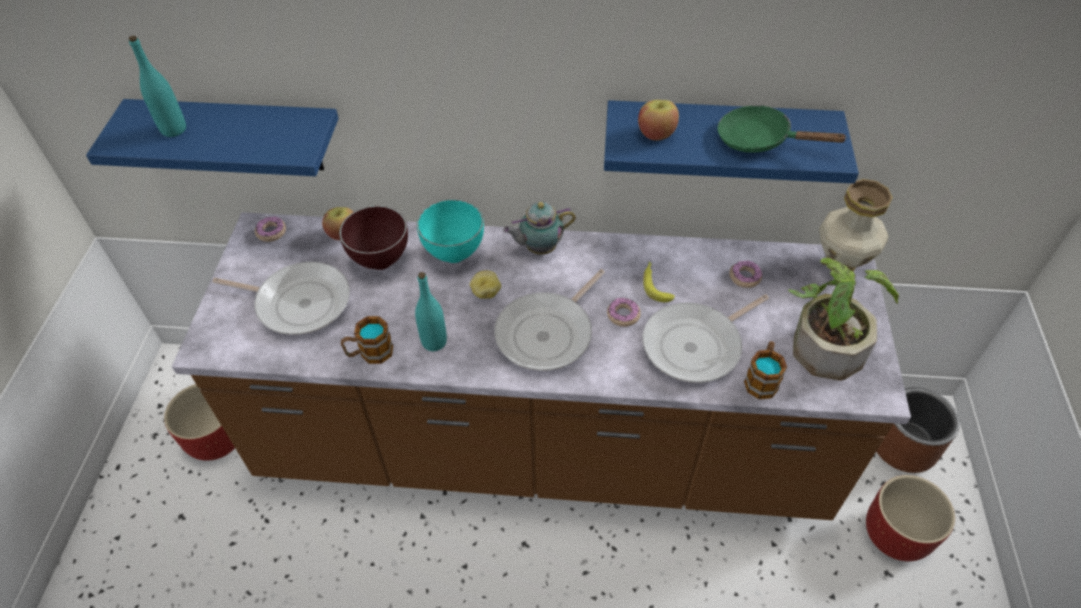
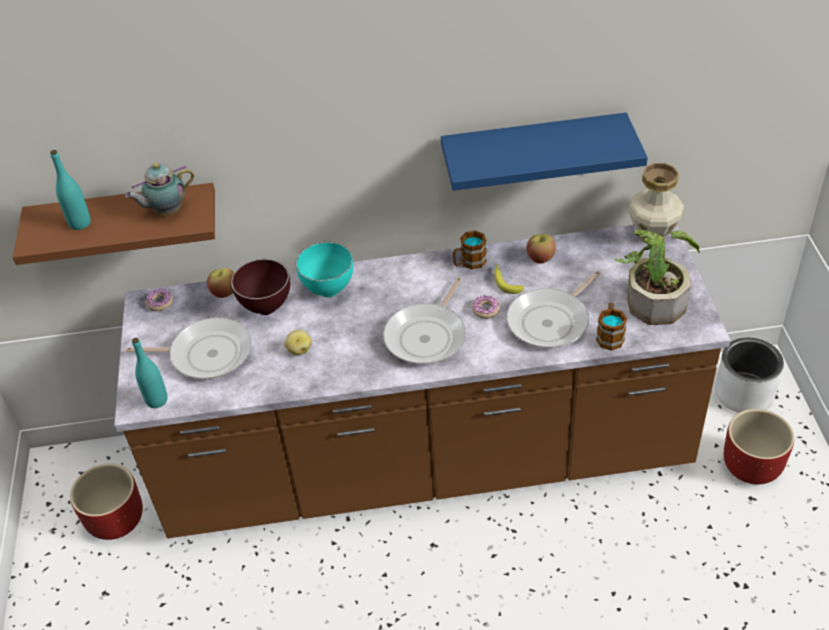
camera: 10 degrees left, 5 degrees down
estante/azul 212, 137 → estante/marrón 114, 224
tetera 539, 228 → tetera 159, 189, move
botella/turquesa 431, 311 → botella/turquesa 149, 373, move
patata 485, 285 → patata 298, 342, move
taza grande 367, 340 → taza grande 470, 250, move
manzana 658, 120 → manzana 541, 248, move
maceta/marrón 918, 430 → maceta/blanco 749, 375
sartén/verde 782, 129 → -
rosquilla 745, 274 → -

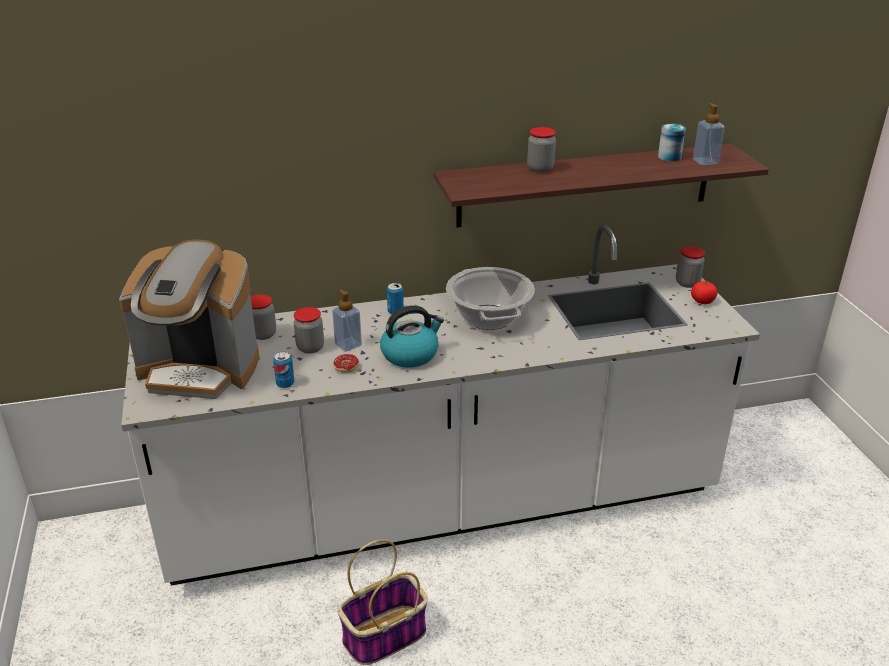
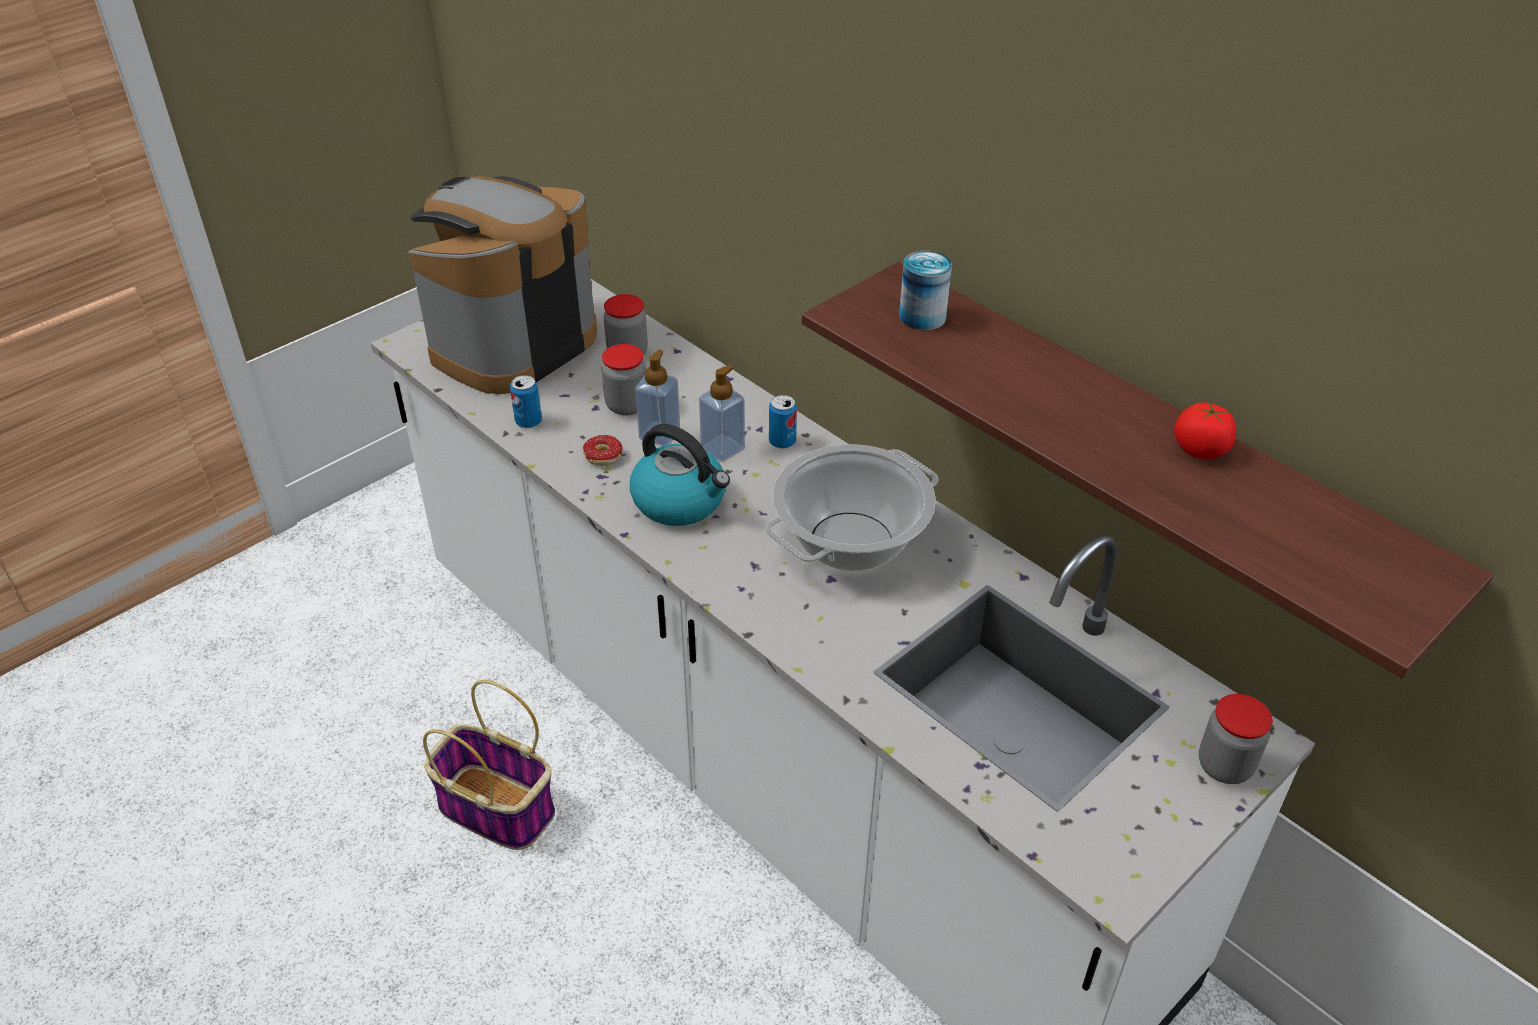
camera: 60 degrees right, 10 degrees up
cafetera 189, 319 → cafetera 502, 285, 60 degrees clockwise
dispensador de jabón 709, 134 → dispensador de jabón 722, 413, move
lata 672, 142 → lata 925, 290, move
tomate 704, 292 → tomate 1205, 431, move
tarro 541, 150 → -

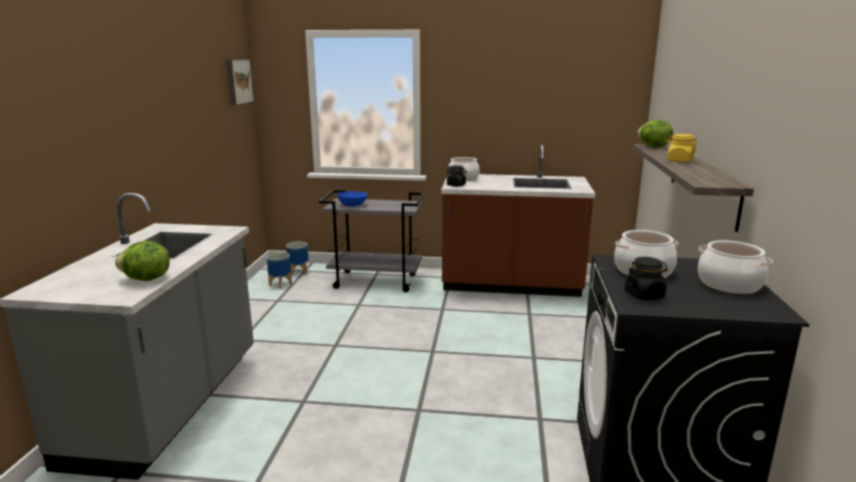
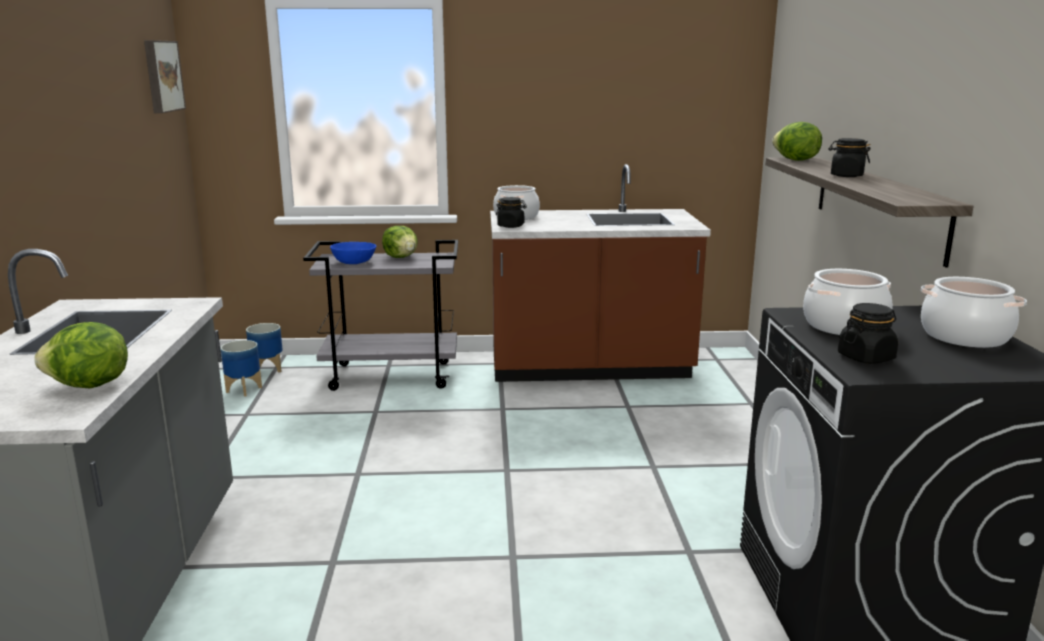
camera: 10 degrees left, 0 degrees up
- → lechuga 400, 242
tarro/amarillo 681, 148 → tarro/negro 850, 157

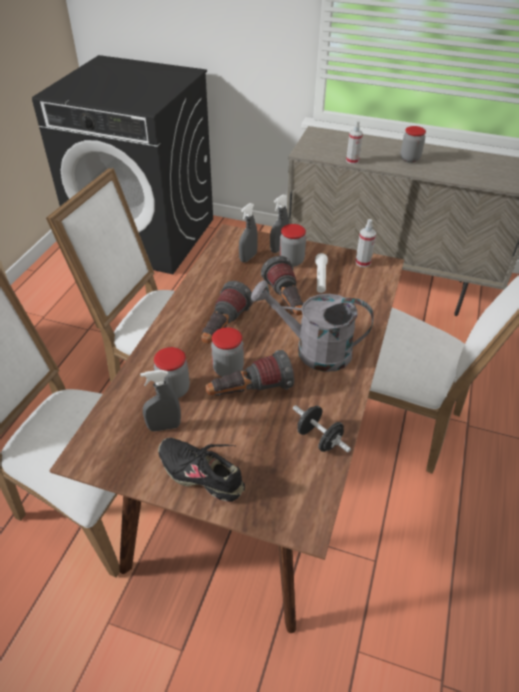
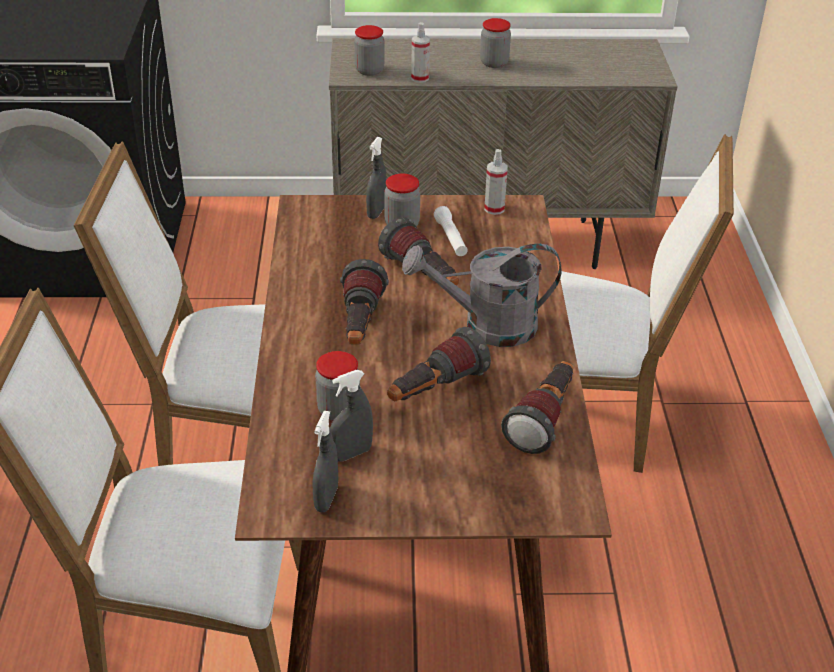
camera: 20 degrees left, 5 degrees down
pulverizador/gris 248, 233 → pulverizador/gris 325, 461, move
tarro 227, 352 → tarro 369, 50, move
mancuerna/negro 322, 428 → linterna 537, 407
zapato/negro 201, 470 → -

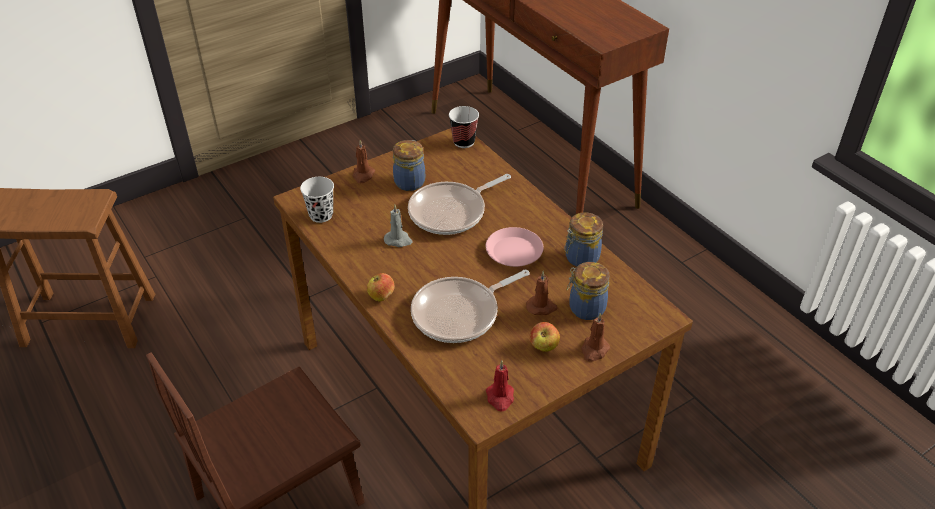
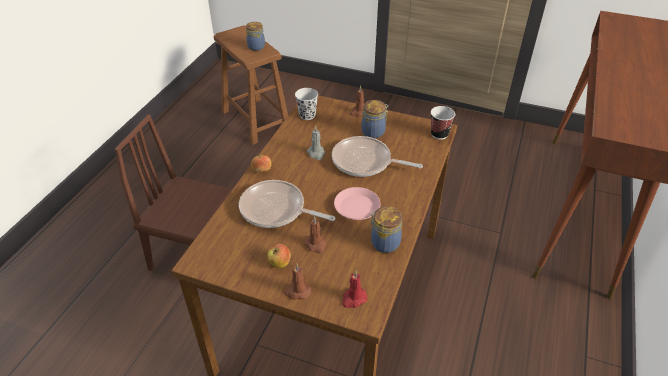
camera: 55 degrees right, 0 degrees up
tarro 588, 291 → tarro 255, 36, move
vela/rojo 500, 386 → vela/rojo 354, 289, move

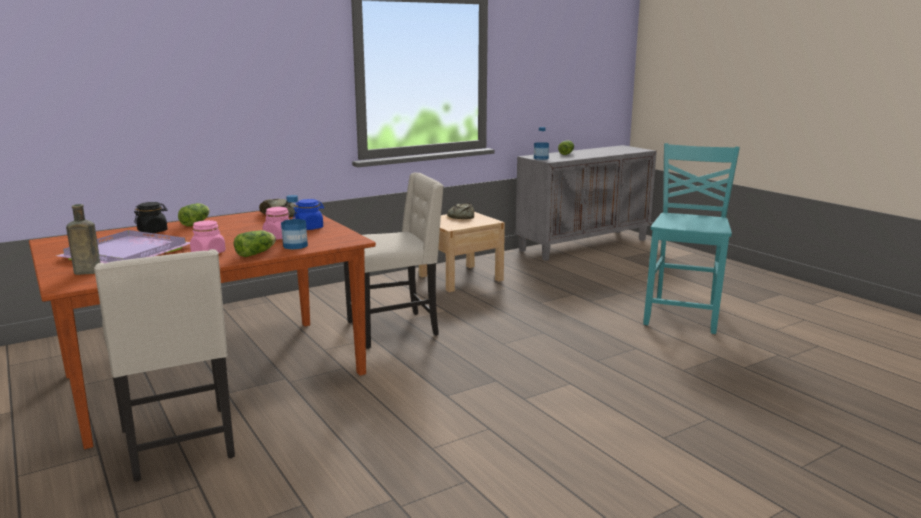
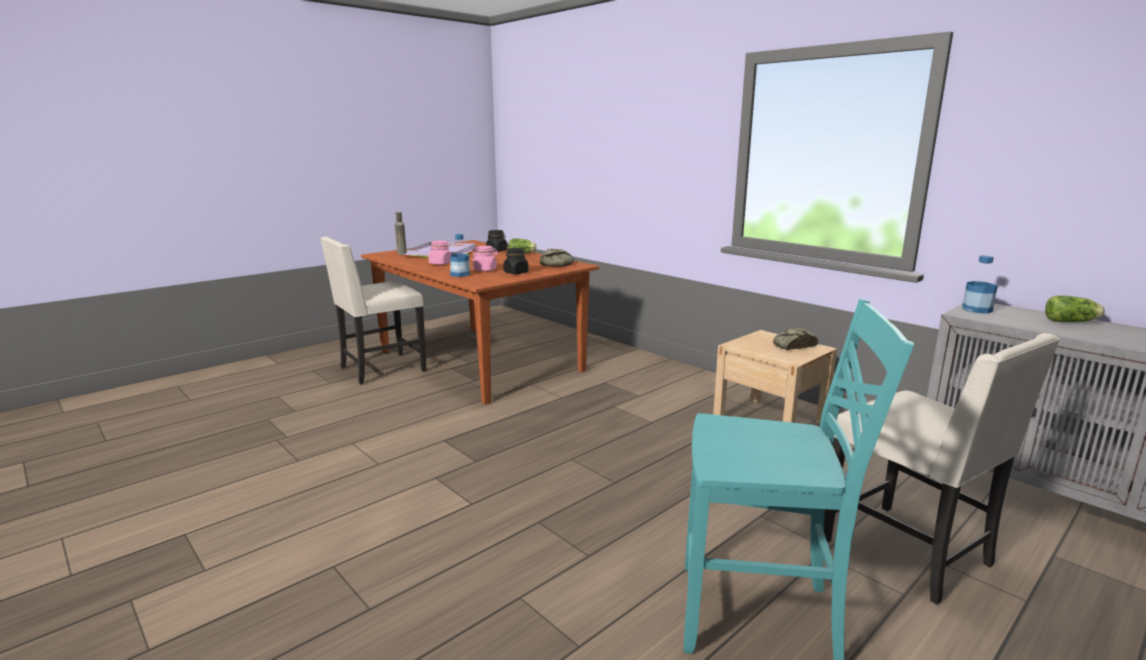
camera: 80 degrees right, 0 degrees up
tarro/azul 308, 214 → tarro/negro 516, 261
silla/beis 394, 260 → silla/beis 942, 469, move
lechuga 255, 243 → -

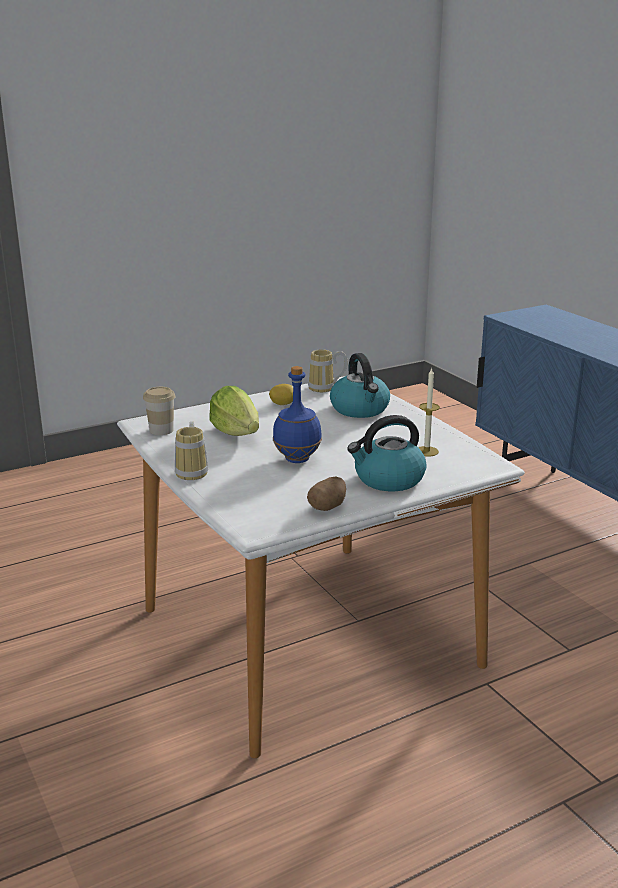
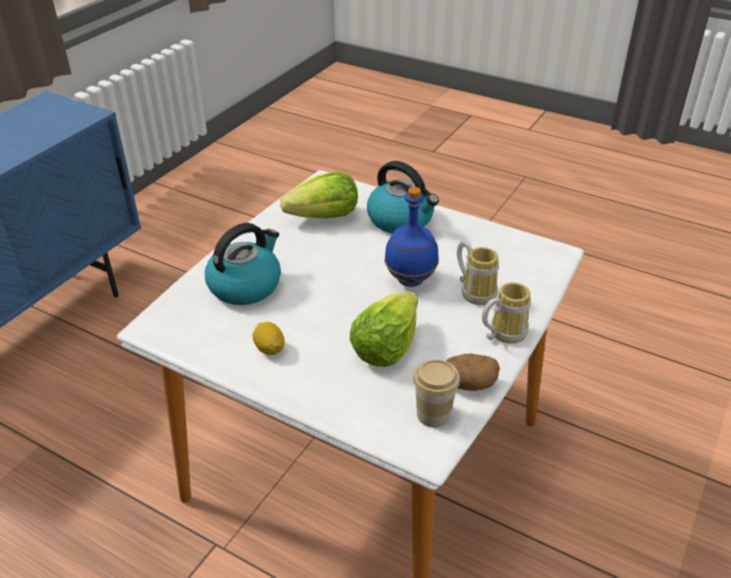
camera: 120 degrees left, 15 degrees up
vela 429, 411 → lechuga 319, 195
patata 326, 494 → patata 473, 372, move
taza grande 328, 370 → taza grande 478, 273, move

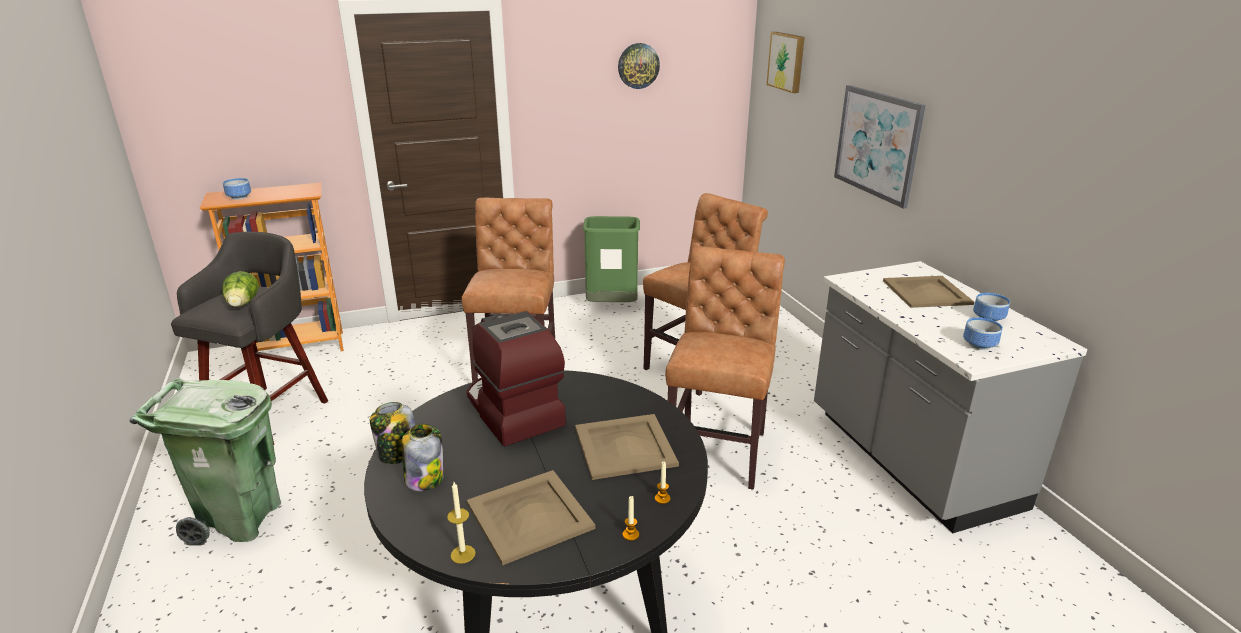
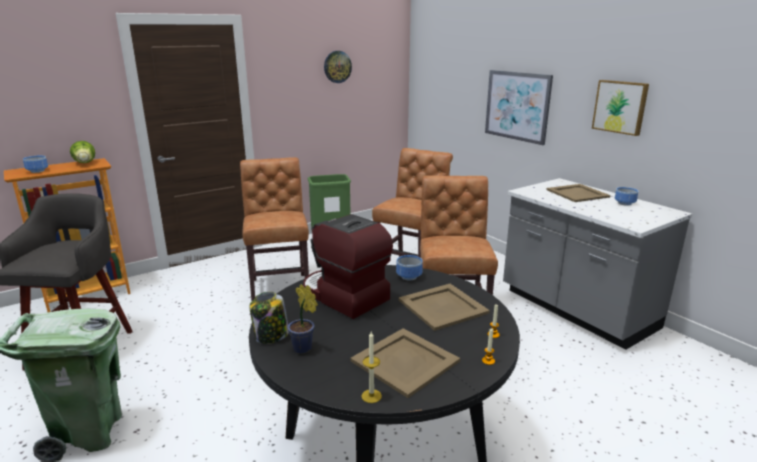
camera: 15 degrees left, 5 degrees down
lechuga 240, 289 → lechuga 82, 152, move
tarro 423, 457 → planta en maceta 303, 319
cuenco 983, 333 → cuenco 409, 267, move
cuadro 786, 62 → cuadro 620, 108, move

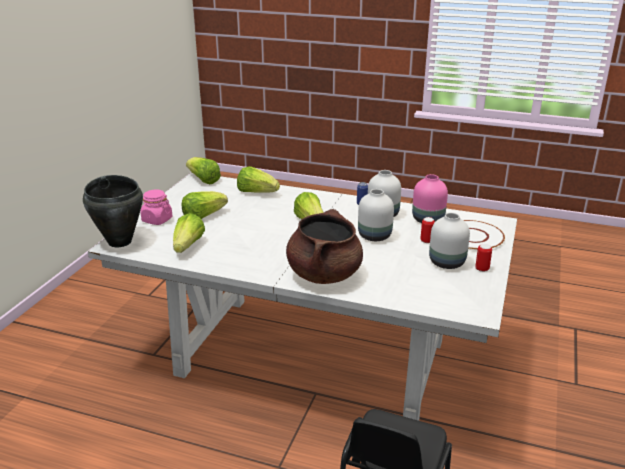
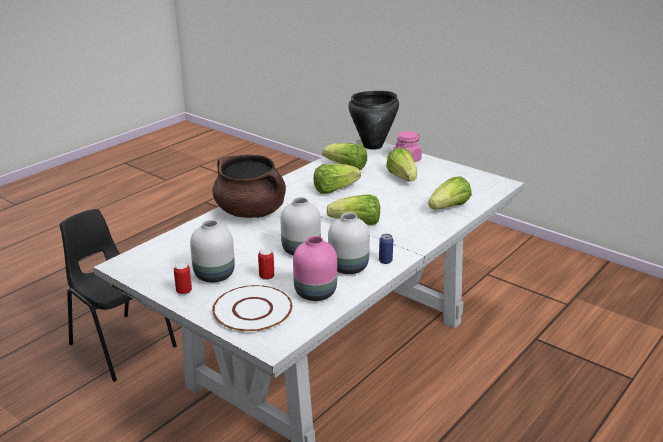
camera: 110 degrees right, 0 degrees up
lechuga 203, 170 → lechuga 337, 179, move

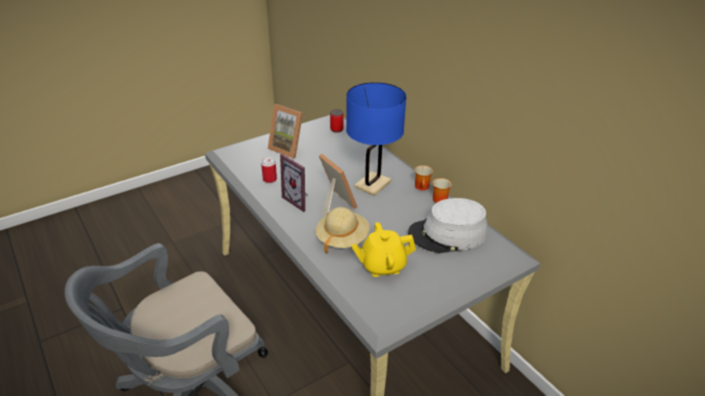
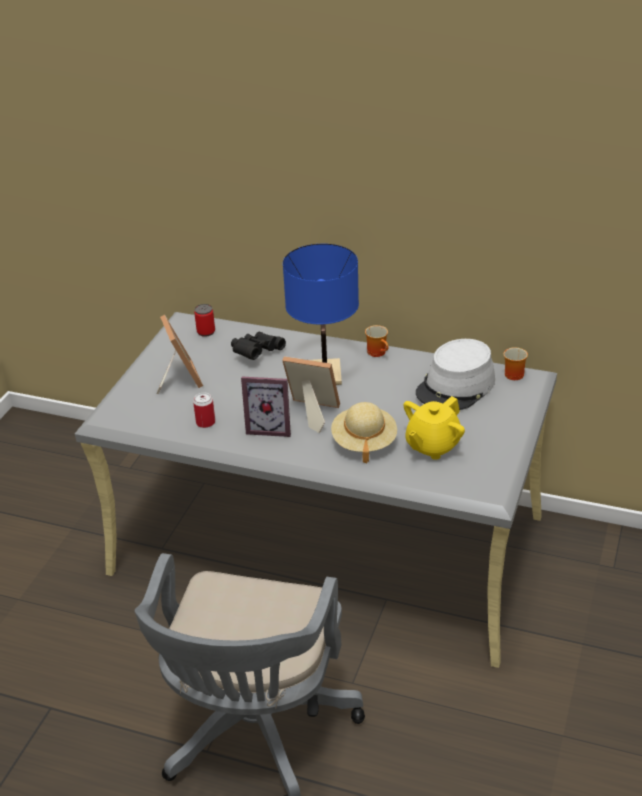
camera: 35 degrees left, 0 degrees up
portarretratos 285, 131 → portarretratos 179, 354, 105 degrees counterclockwise
- → prismáticos/negro 258, 346
taza grande 442, 190 → taza grande 516, 364, move

